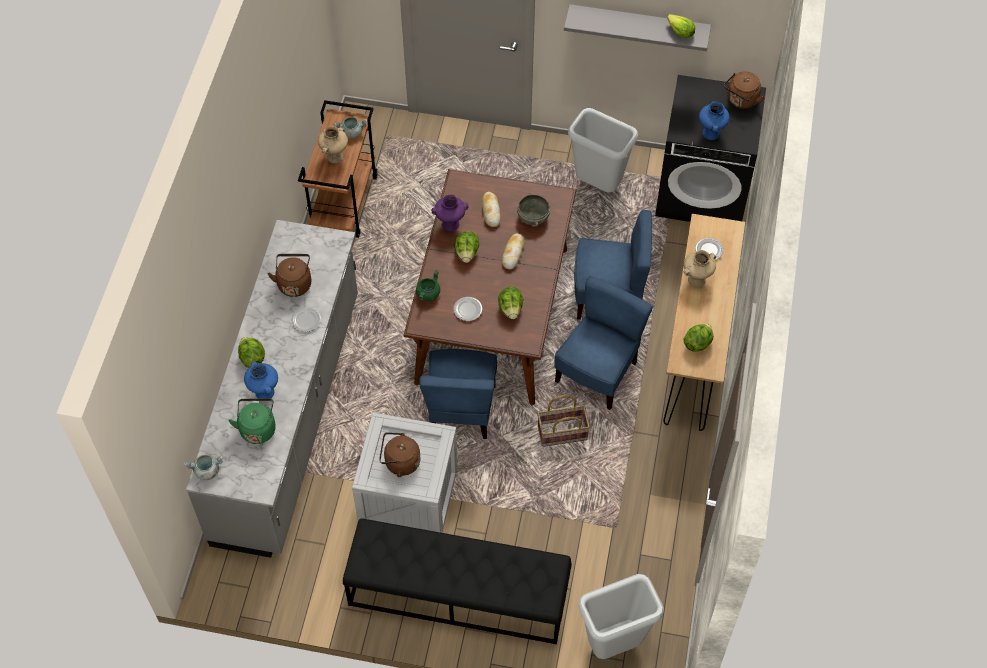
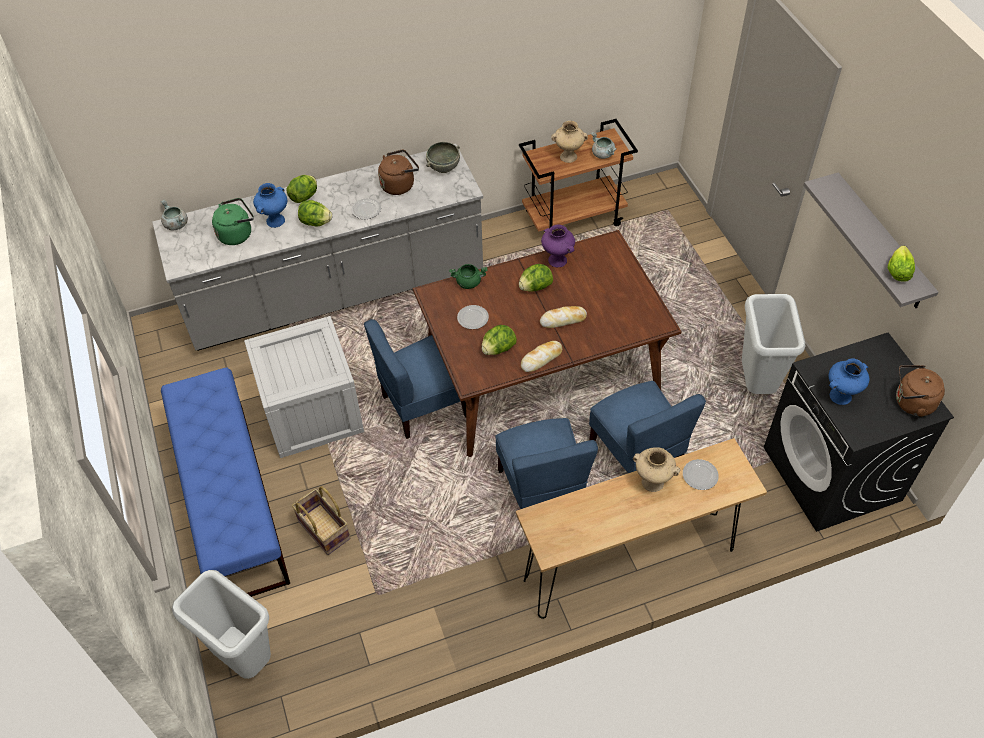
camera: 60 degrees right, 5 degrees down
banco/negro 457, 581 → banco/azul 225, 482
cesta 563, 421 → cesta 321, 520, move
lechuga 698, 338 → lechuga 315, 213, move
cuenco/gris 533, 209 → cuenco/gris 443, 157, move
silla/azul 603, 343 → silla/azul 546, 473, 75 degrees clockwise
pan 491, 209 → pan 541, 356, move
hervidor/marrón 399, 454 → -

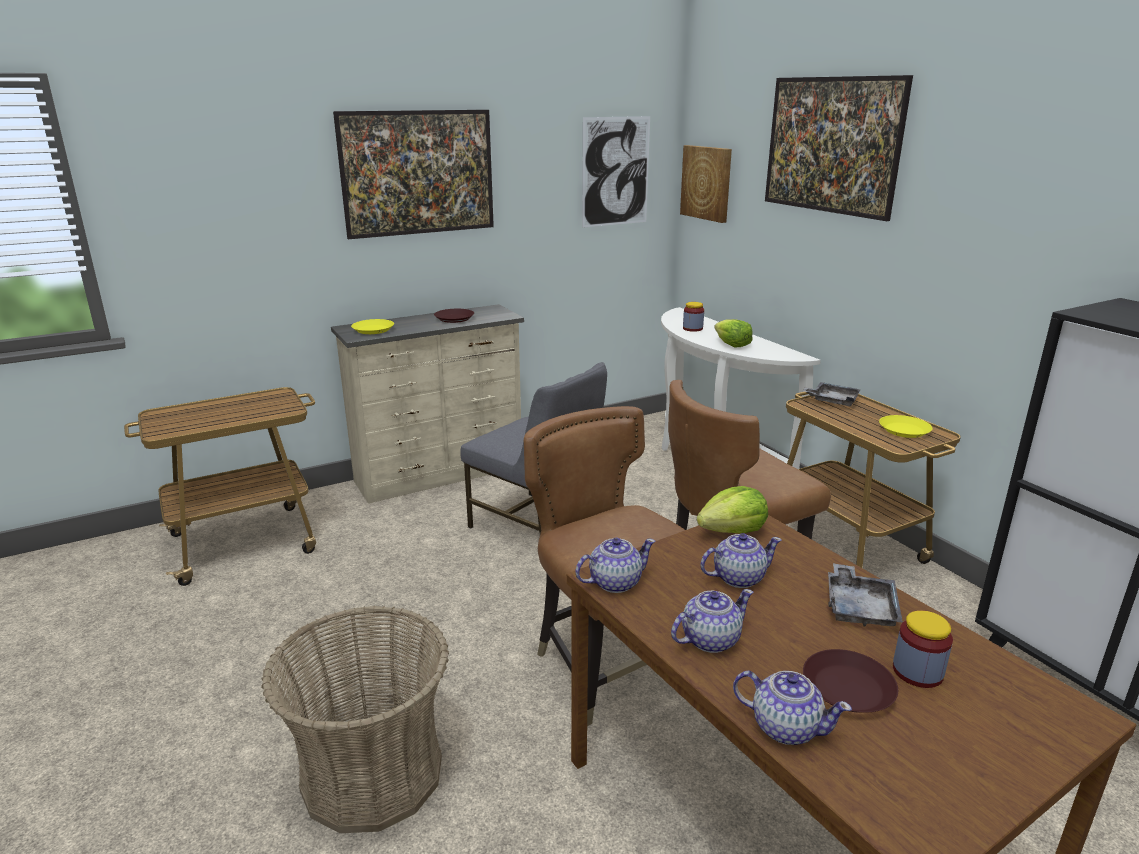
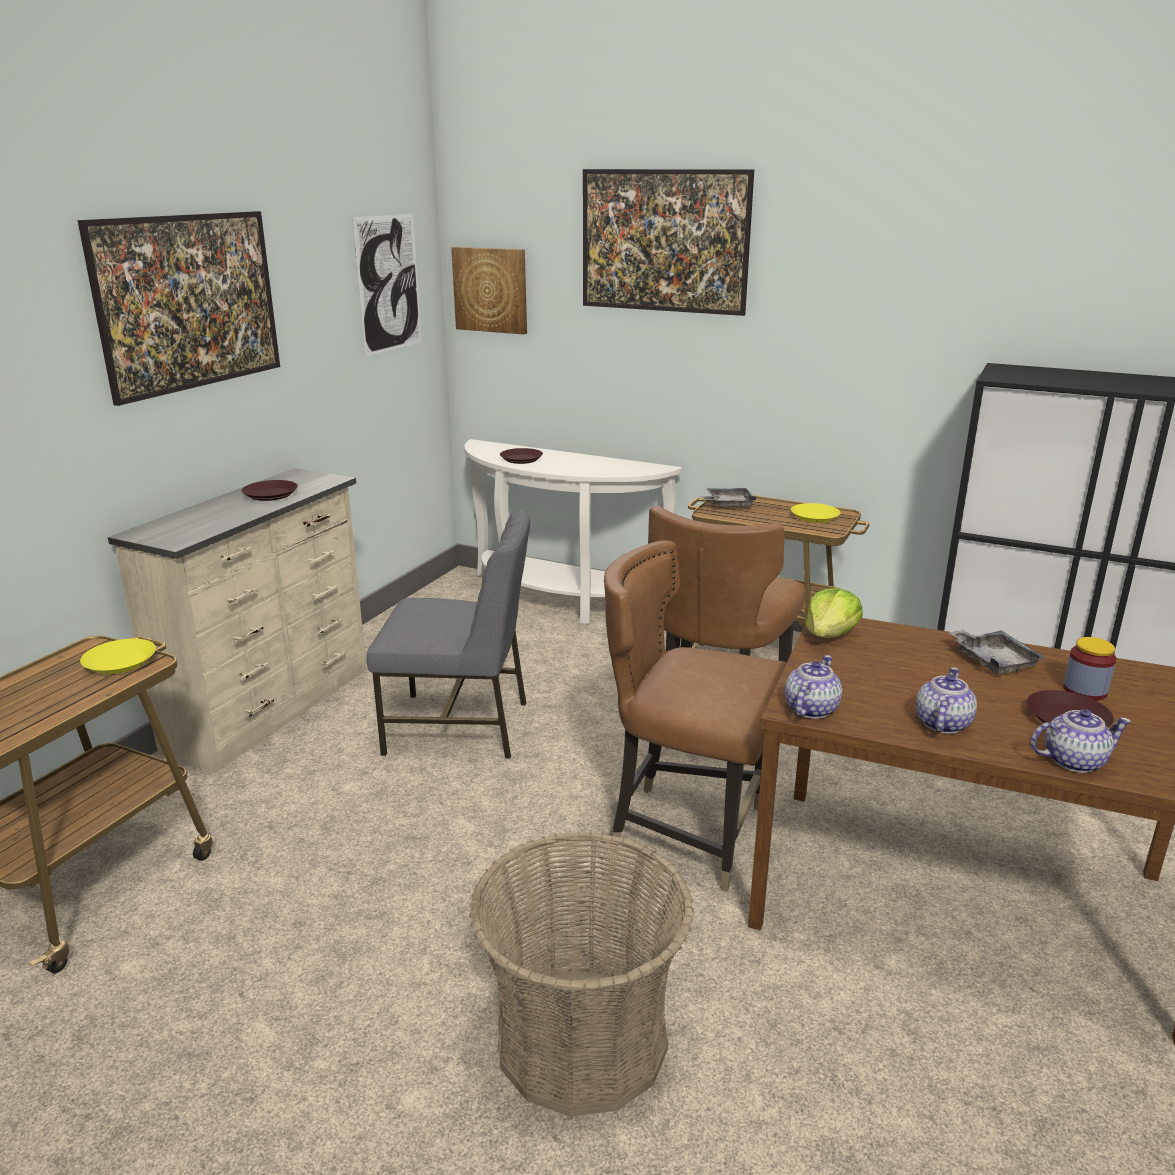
camera: 35 degrees left, 0 degrees up
plato/amarillo 372, 326 → plato/amarillo 118, 656, move
tarro 693, 317 → plato/marrón 521, 456
tetera 741, 560 → -
lechuga 733, 333 → -

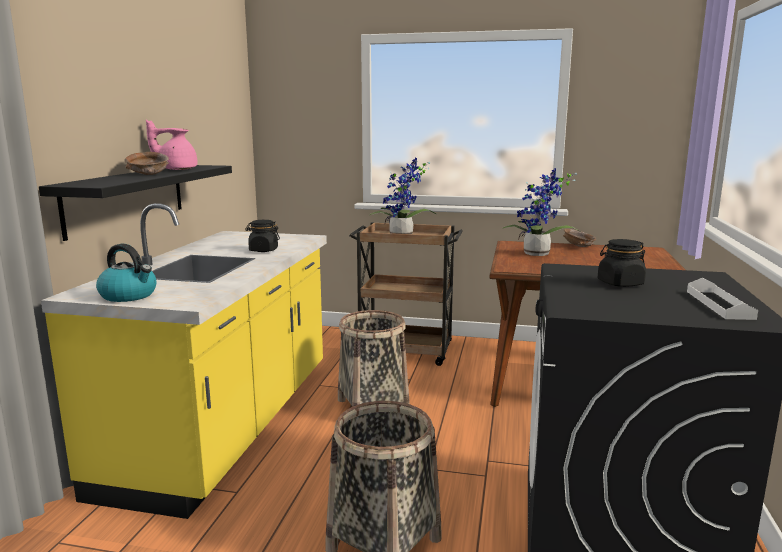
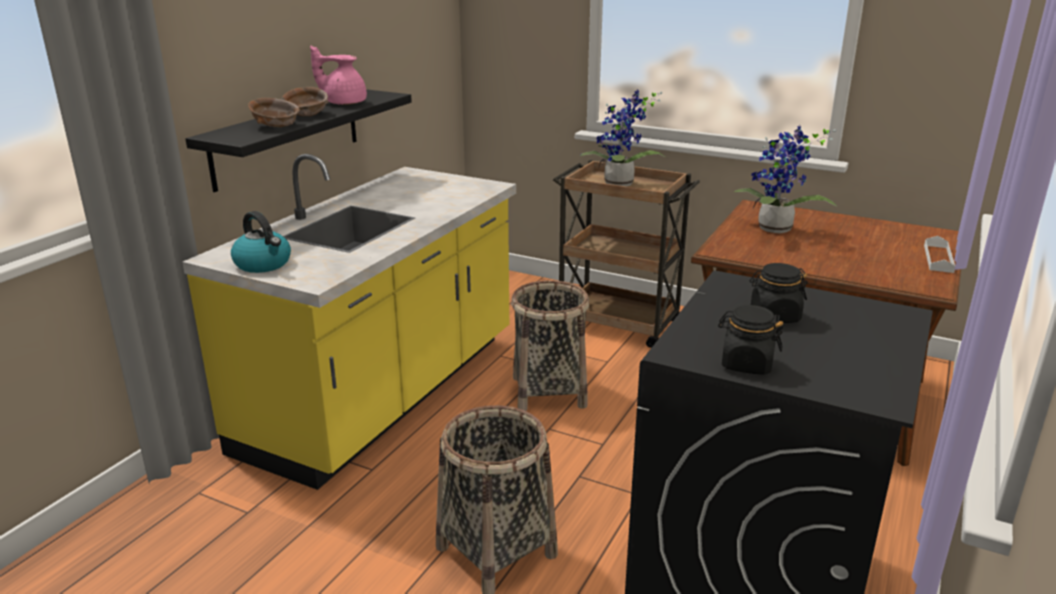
camera: 15 degrees right, 10 degrees up
cuenco/marrón 579, 238 → cuenco/marrón 274, 112, move
tarro/negro 262, 236 → tarro/negro 750, 340, move
bandeja/blanco 722, 299 → bandeja/blanco 939, 254, move

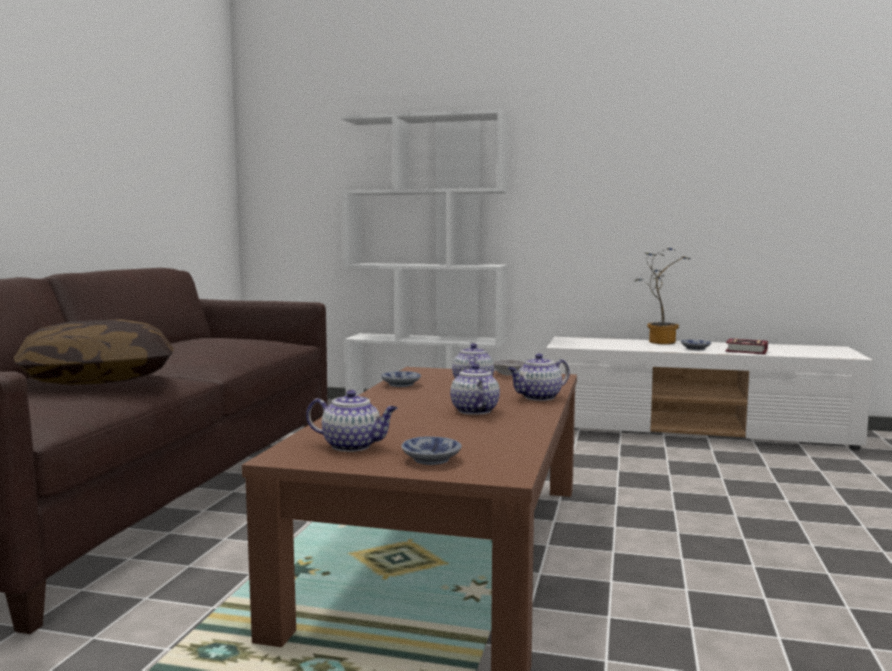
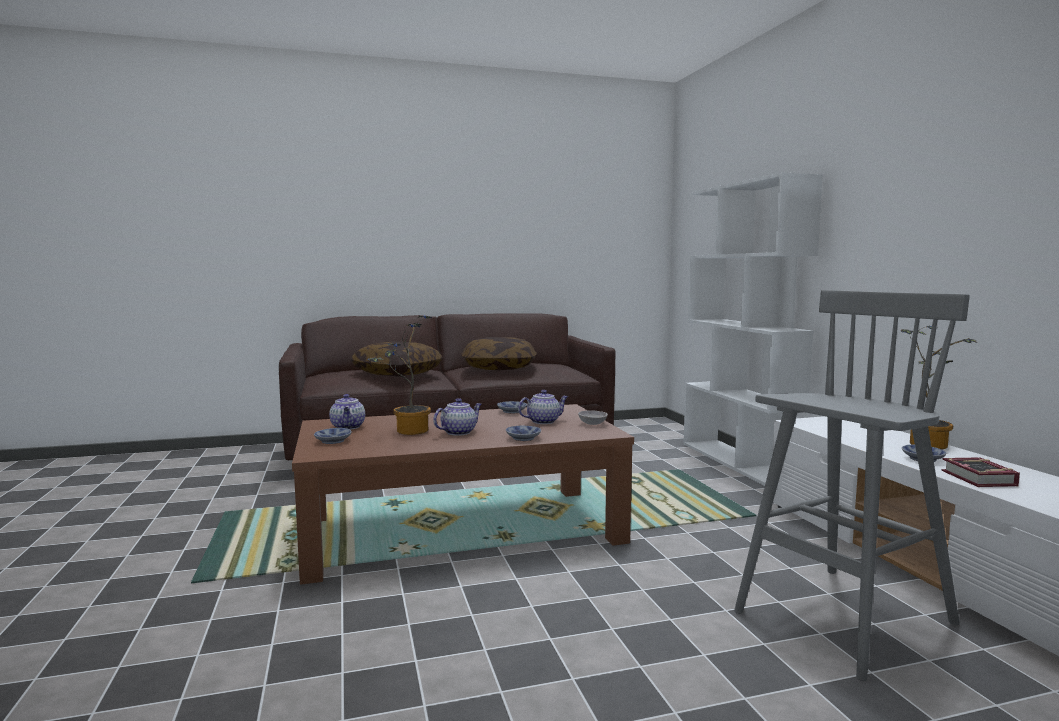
camera: 60 degrees right, 0 degrees up
- → planta en maceta 400, 375
- → cojín 499, 353
tetera 539, 377 → cuenco 523, 433
- → taburete/gris 852, 485

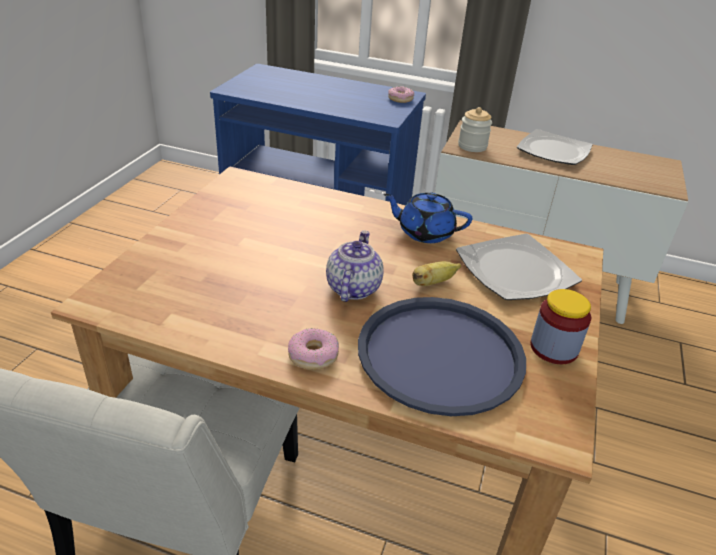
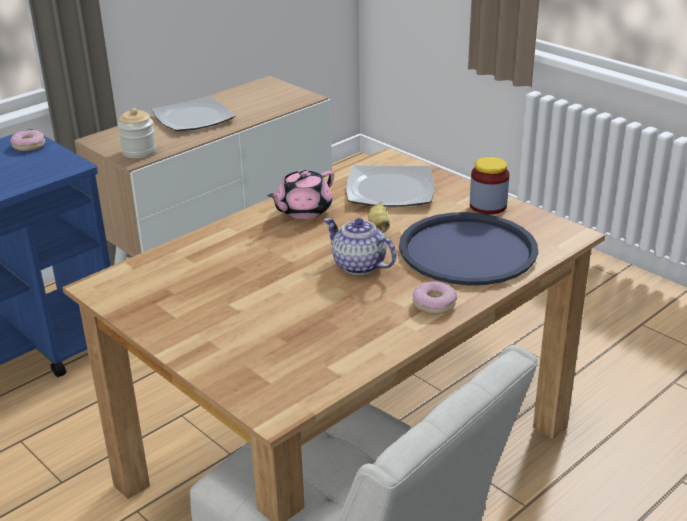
camera: 60 degrees left, 5 degrees down
tetera/azul 427, 218 → tetera/rosa 301, 194

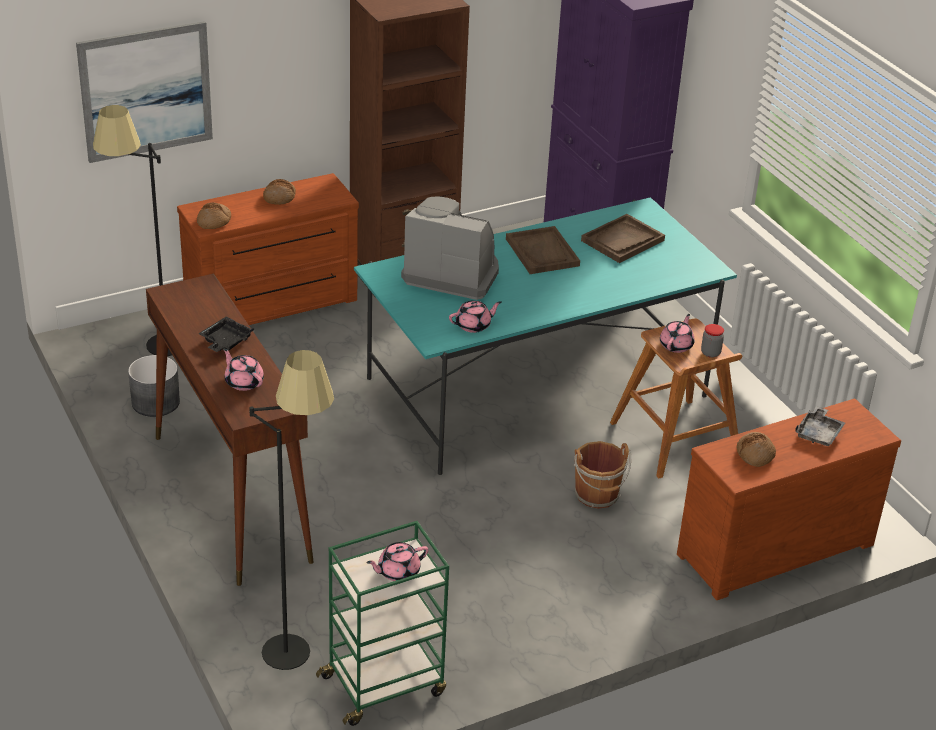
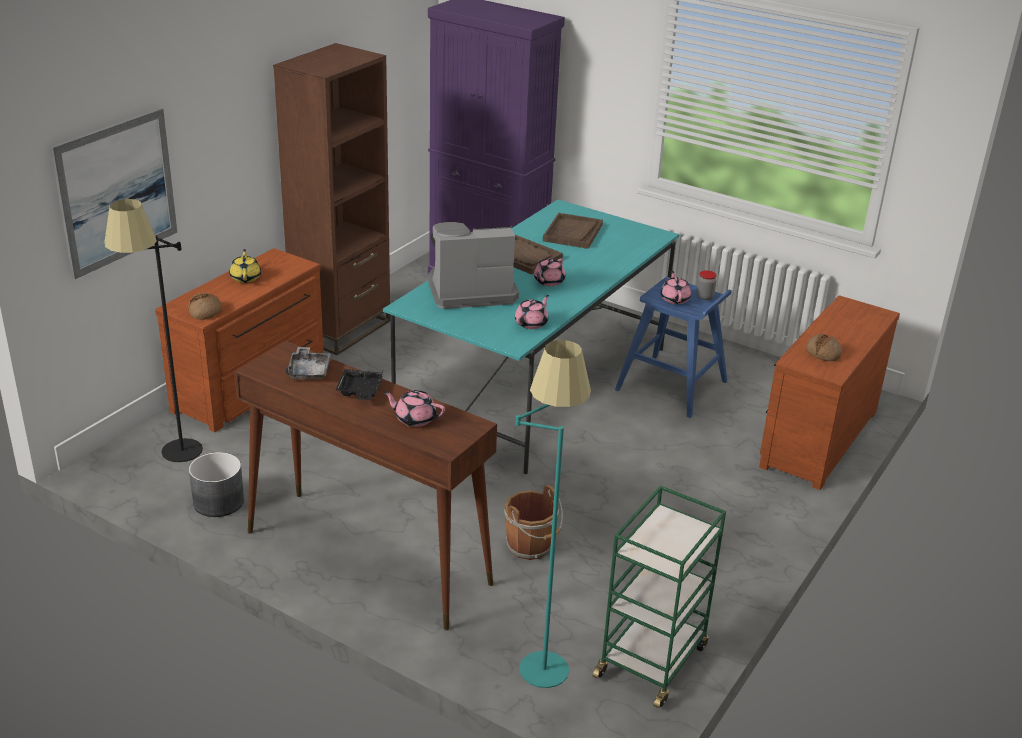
camera: 30 degrees left, 5 degrees down
pan 279, 192 → tetera/amarillo 245, 266
bandeja/gris 820, 426 → bandeja/gris 308, 364, move
cubo/marrón 602, 475 → cubo/marrón 533, 522, move
lámpara de pie/negro 291, 510 → lámpara de pie/turquesa 553, 514
tetera/rosa 397, 561 → tetera/rosa 549, 272, move
taburete/marrón 676, 398 → taburete/azul 673, 347

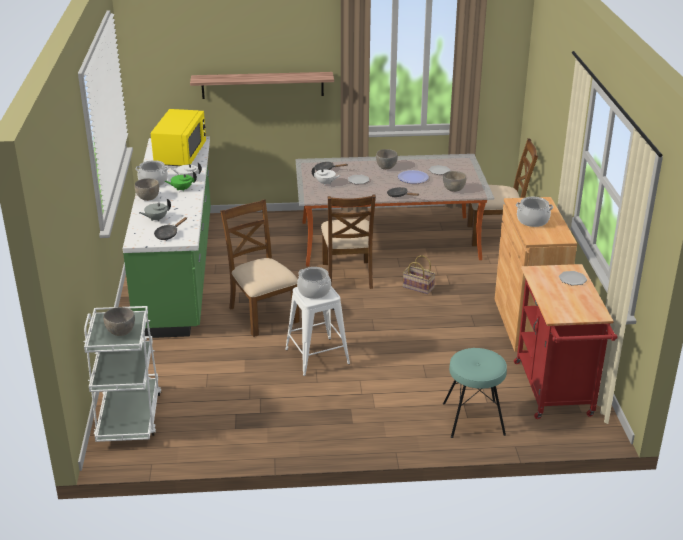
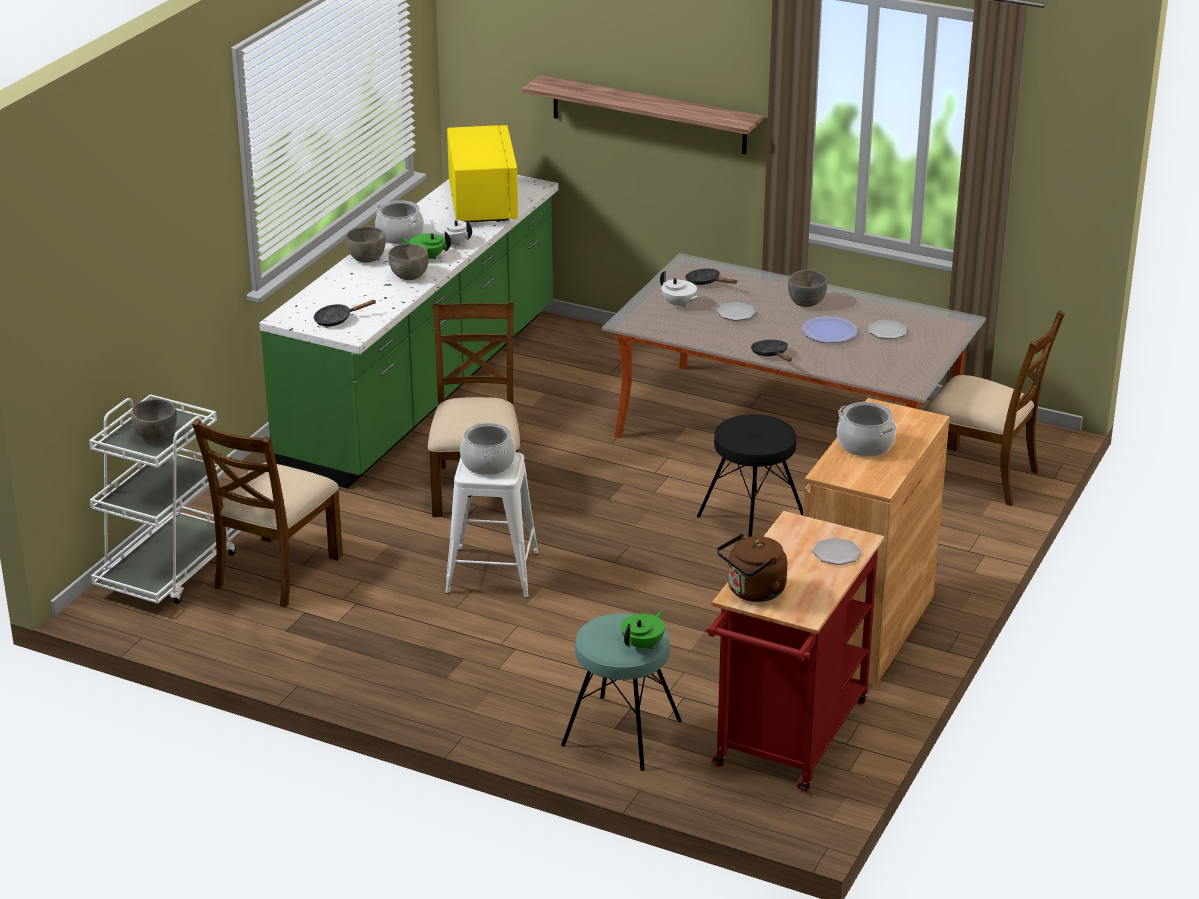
camera: 30 degrees right, 0 degrees up
silla/marrón 348, 242 → silla/marrón 267, 513, move
cuenco/gris 454, 181 → cuenco/gris 409, 262, move
microondas/amarillo 178, 137 → microondas/amarillo 482, 173, 45 degrees counterclockwise
- → tetera/verde 643, 630
cesta 419, 274 → taburete/negro 750, 475
- → hervidor/marrón 752, 568
tetera/gris 155, 209 → -

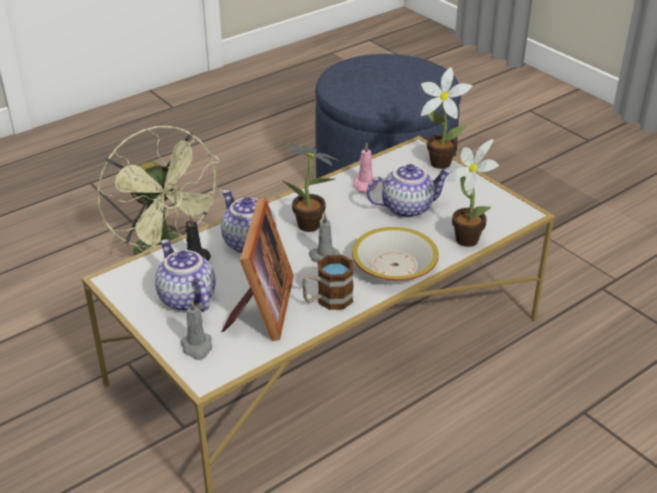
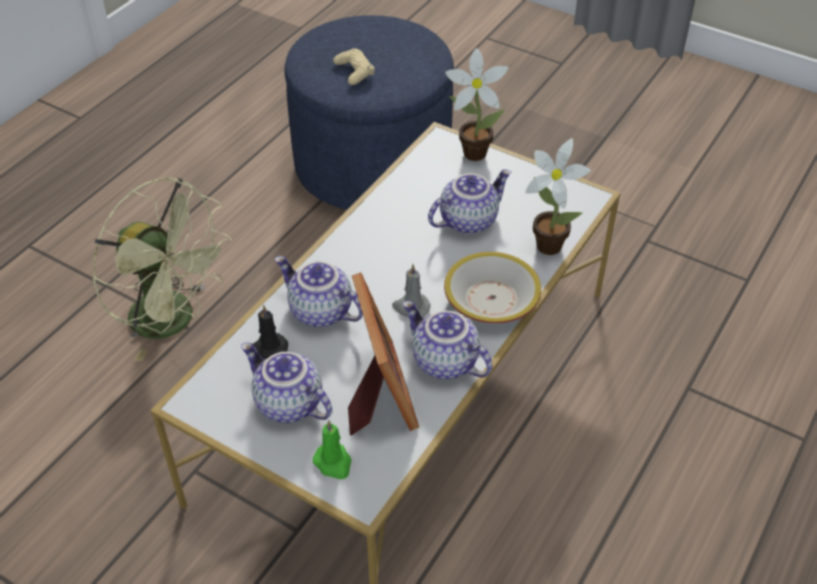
camera: 20 degrees left, 10 degrees up
vela/gris 196, 330 → vela/verde 332, 449
- → mando de consola/beis 354, 66
taza grande 328, 282 → tetera 447, 340
planta en maceta 309, 187 → -
vela/rosa 366, 168 → -

